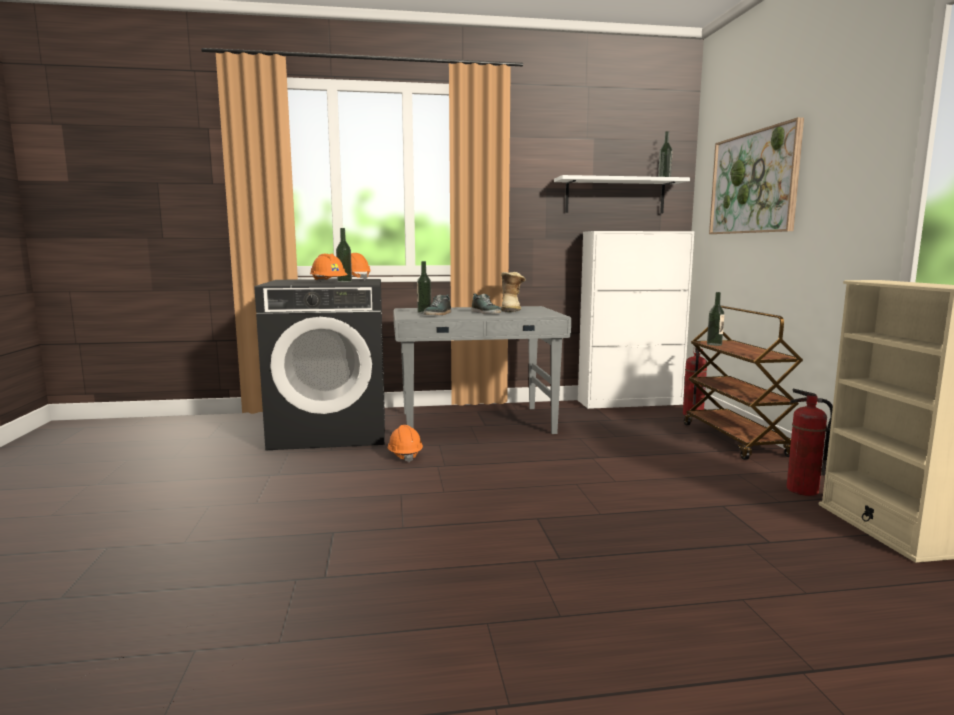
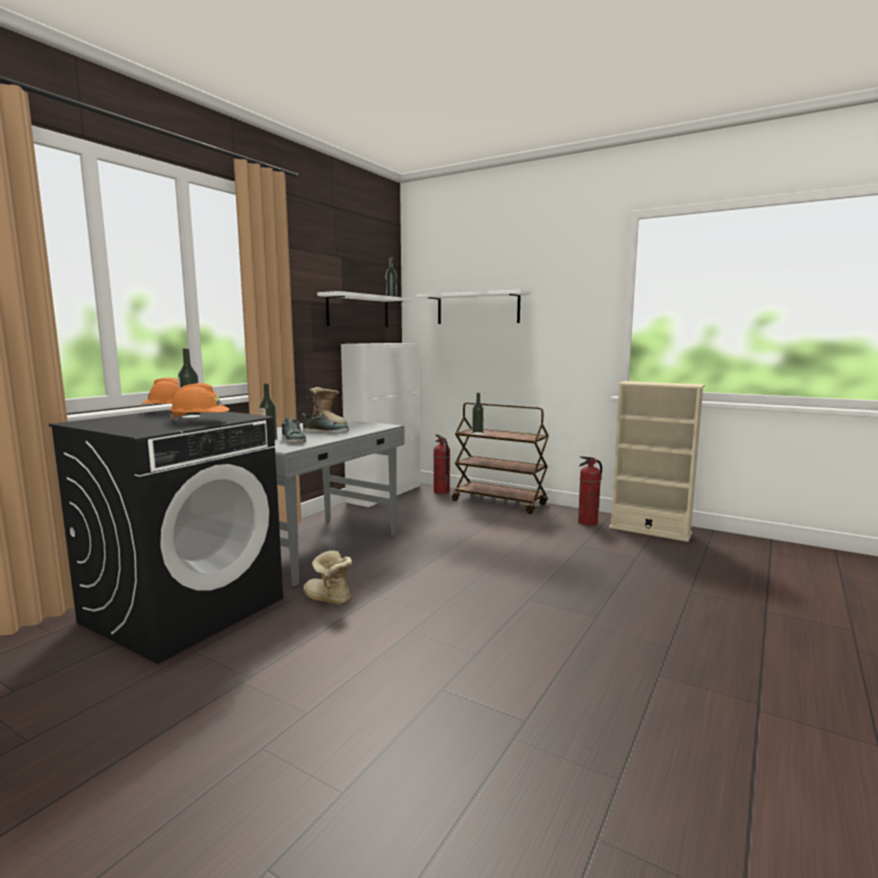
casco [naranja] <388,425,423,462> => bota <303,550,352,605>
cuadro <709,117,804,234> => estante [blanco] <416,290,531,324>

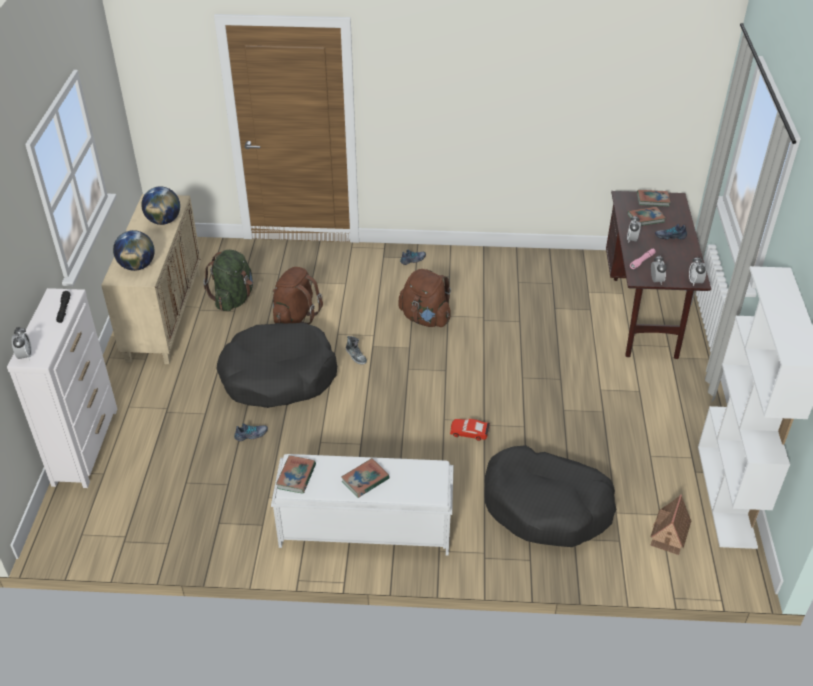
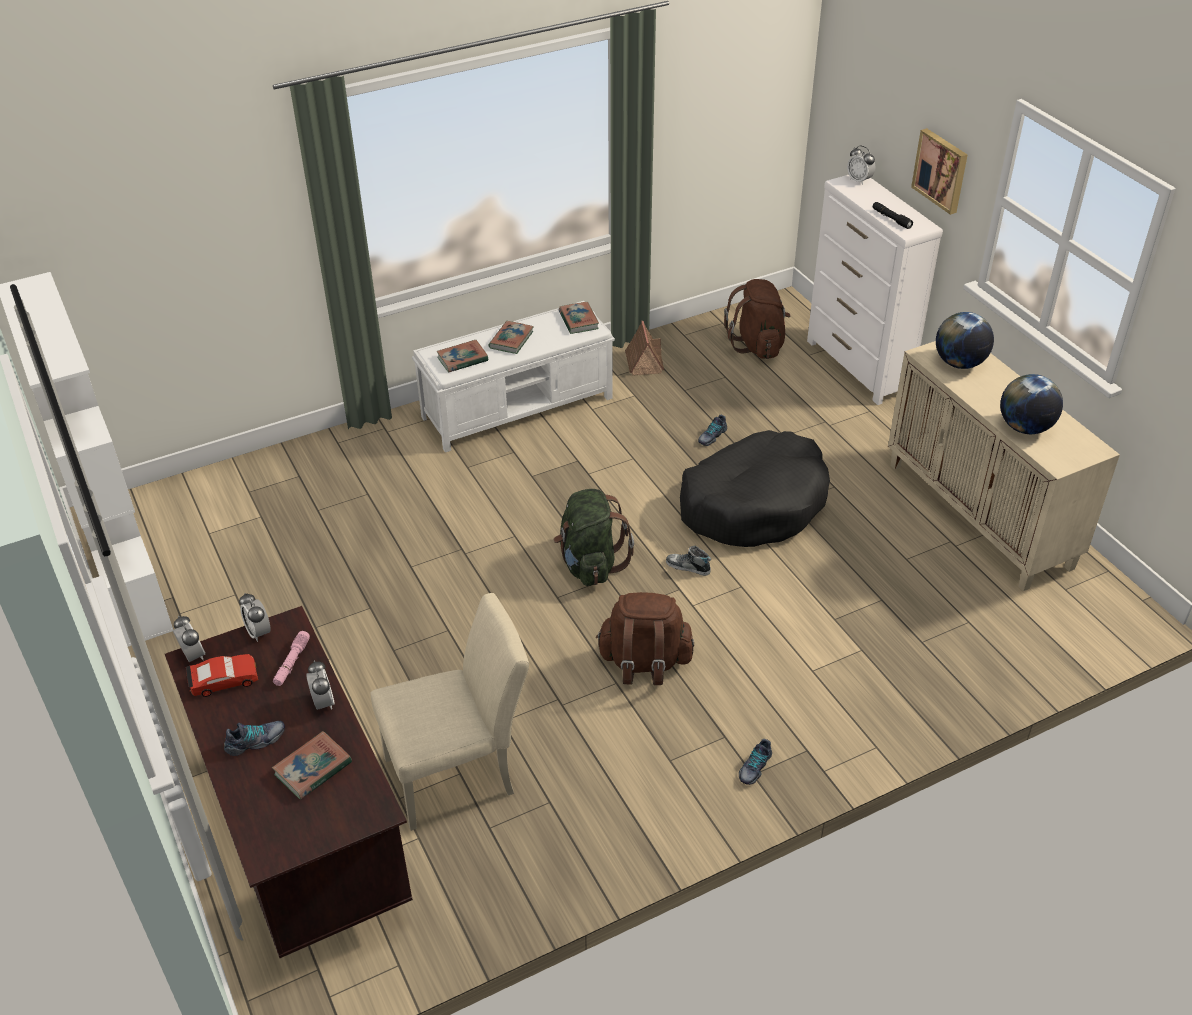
mochila [verde] <203,250,253,311> => mochila [verde] <553,489,634,586>, shifted
mochila [marrón] <273,267,323,325> => mochila [marrón] <724,279,791,359>, shifted
coche de juguete [rojo] <450,419,490,441> => coche de juguete [rojo] <186,654,258,697>, shifted
cama para perro [negro] <484,445,616,547> => nothing
libro <637,190,670,207> => libro <437,340,488,373>, shifted
casita <650,494,691,555> => casita <625,321,664,376>, shifted
nothing => silla [beis] <370,593,529,831>
nothing => cuadro <911,128,968,215>

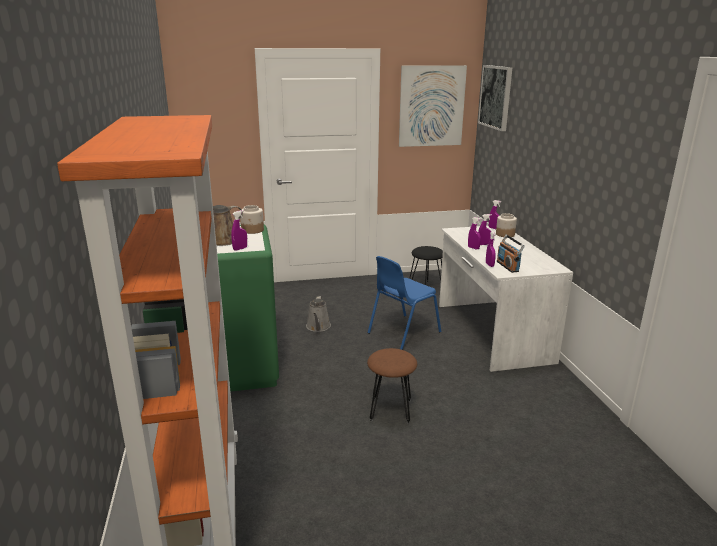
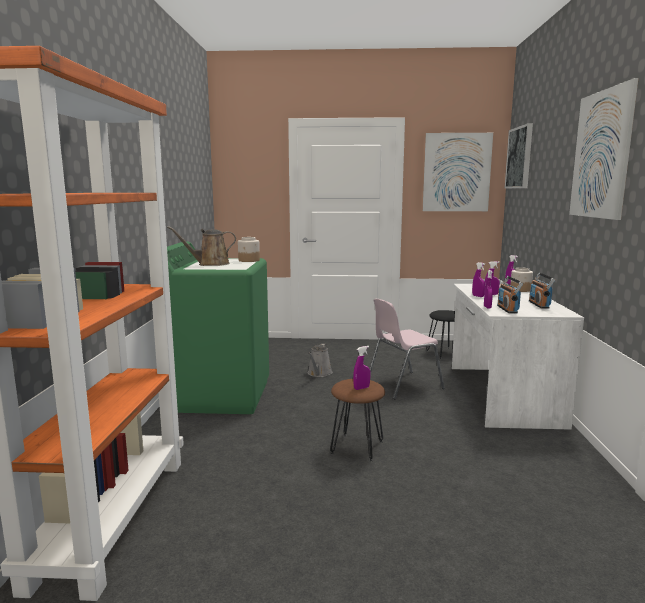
pulverizador [morado] <231,210,247,251> => pulverizador [morado] <353,346,370,390>, shifted
silla [azul] <368,256,441,350> => silla [rosa] <370,299,445,399>
nothing => radio <529,273,555,308>
nothing => cuadro <569,78,639,220>

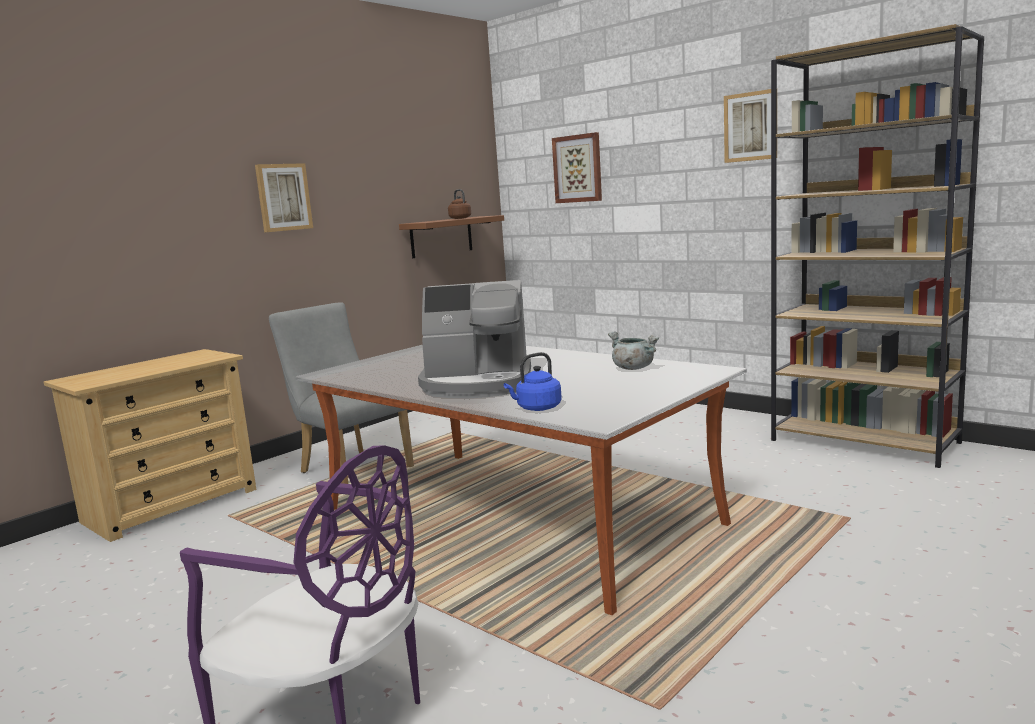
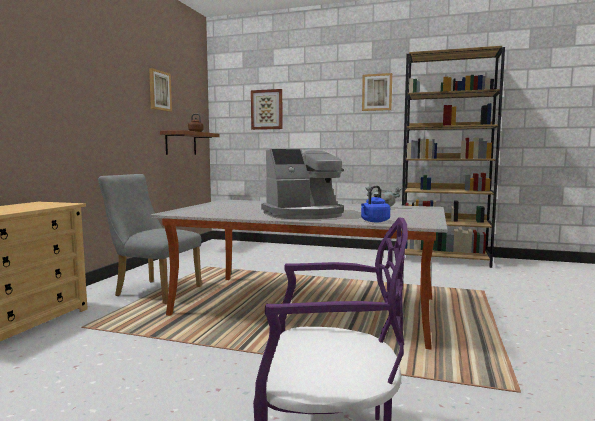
cuadro <255,163,313,232> => cuadro <149,68,172,112>, shifted

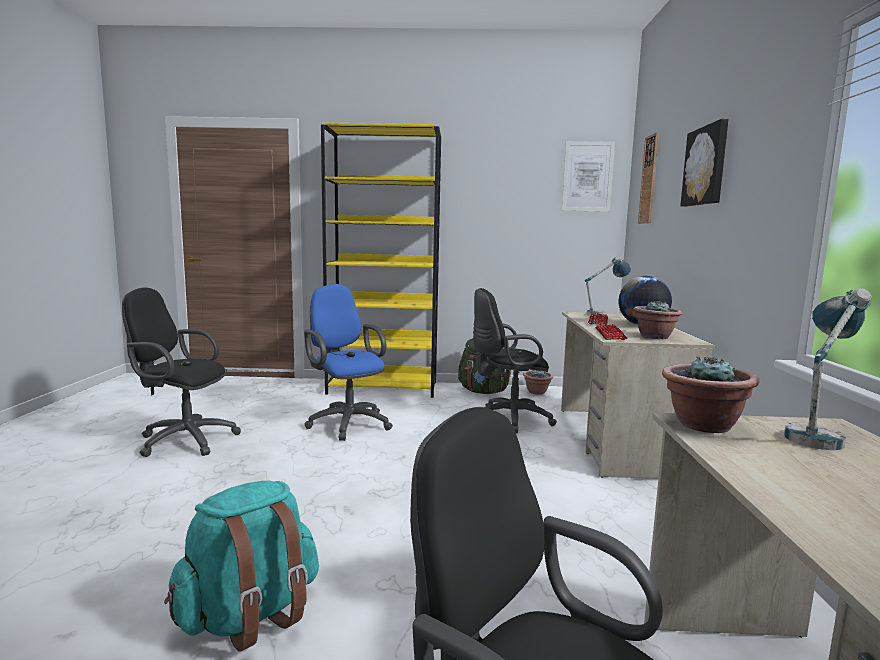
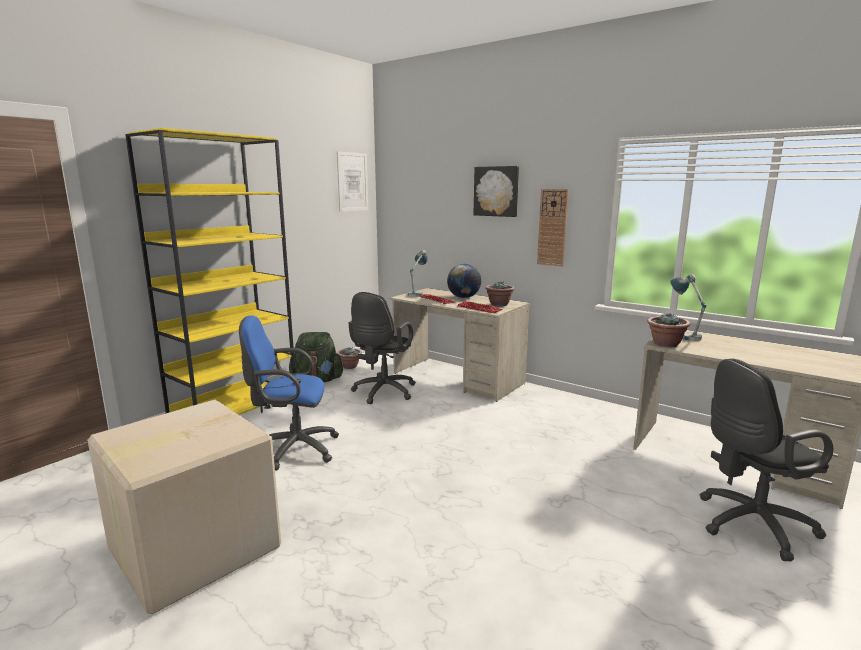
silla de oficina [negro] <122,287,241,457> => caja de cartón <87,400,281,614>
mochila [turquesa] <164,481,319,652> => nothing
reloj de pared <638,132,659,224> => reloj de pared <537,189,569,266>, shifted

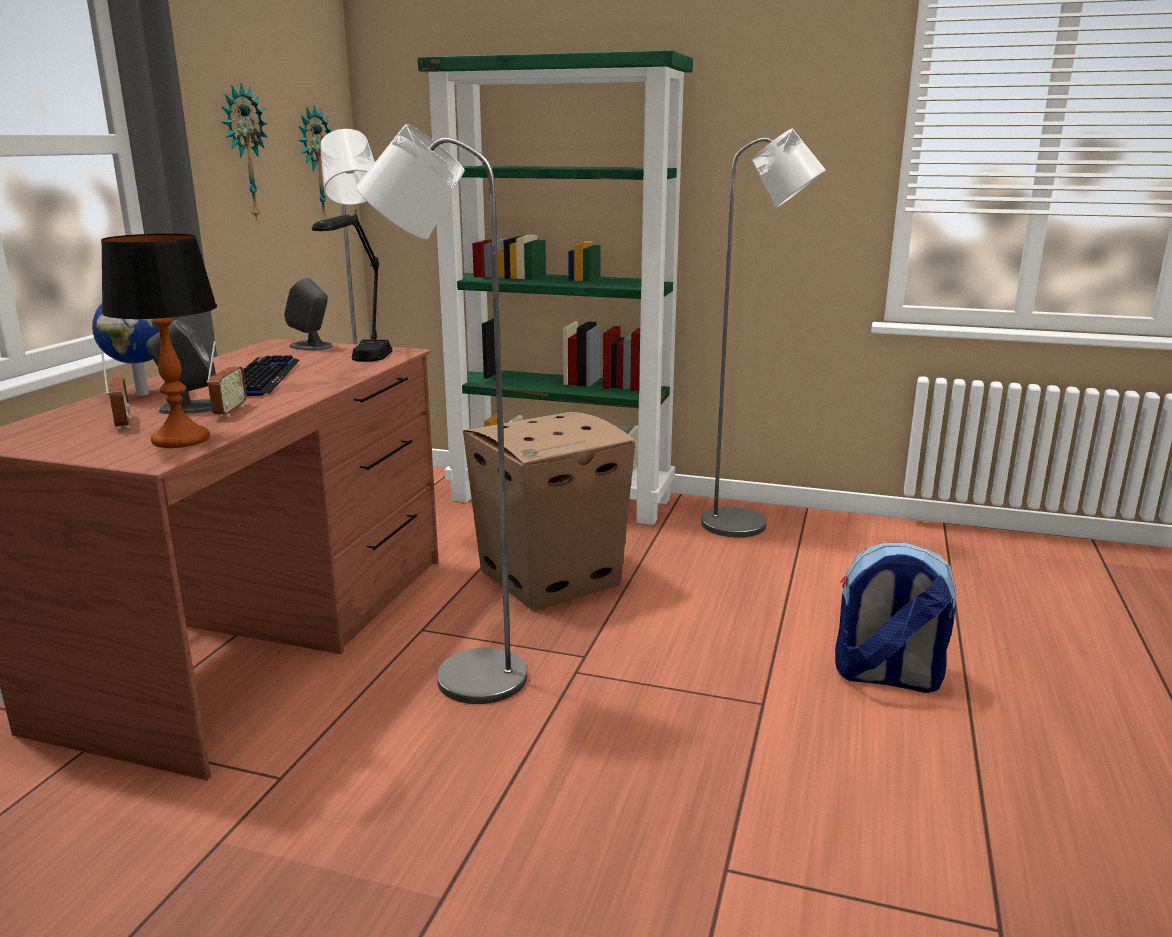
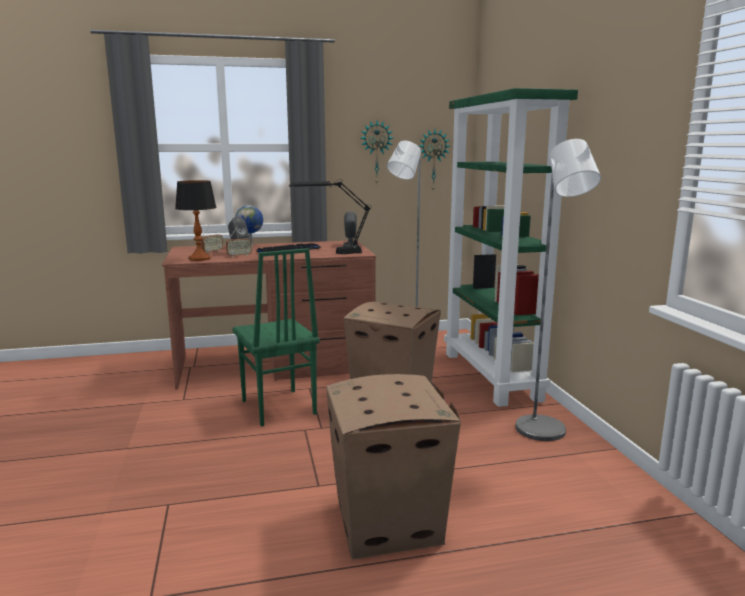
lámpara de pie [gris] <357,124,527,704> => silla [verde] <232,248,320,427>
mochila <835,542,957,693> => caja de cartón <326,374,461,560>

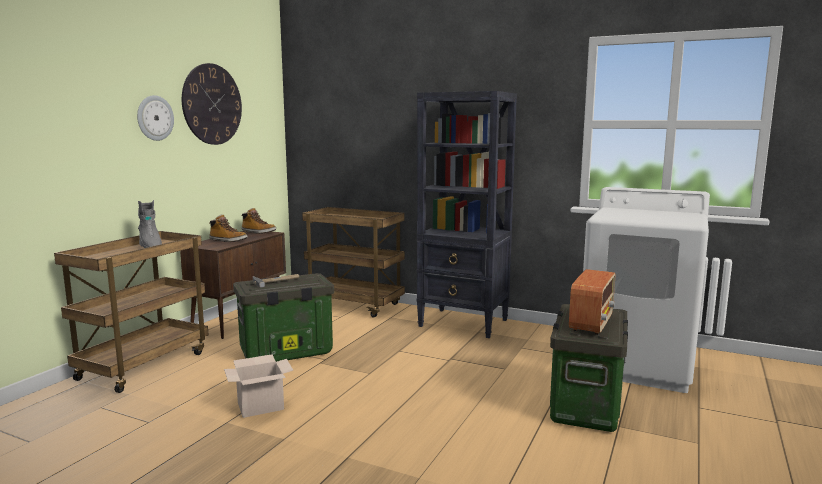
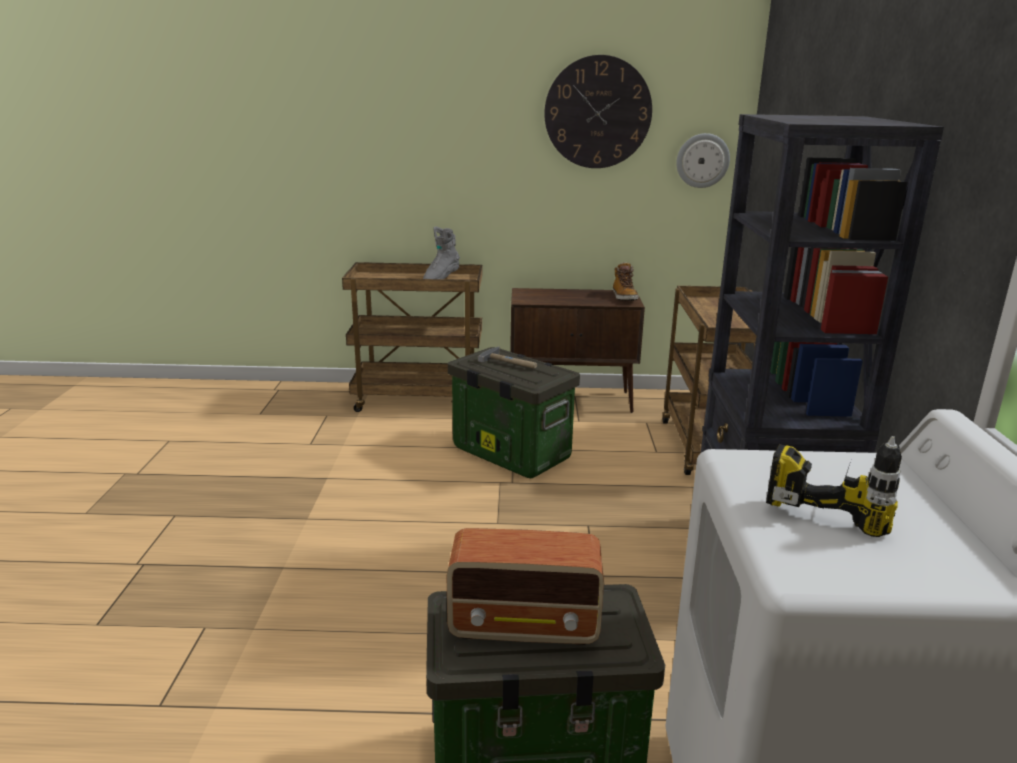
reloj de pared <137,95,174,141> => reloj de pared <676,133,730,188>, shifted
bota <209,214,247,242> => nothing
caja de cartón <224,354,293,418> => nothing
nothing => taladro <766,436,902,537>

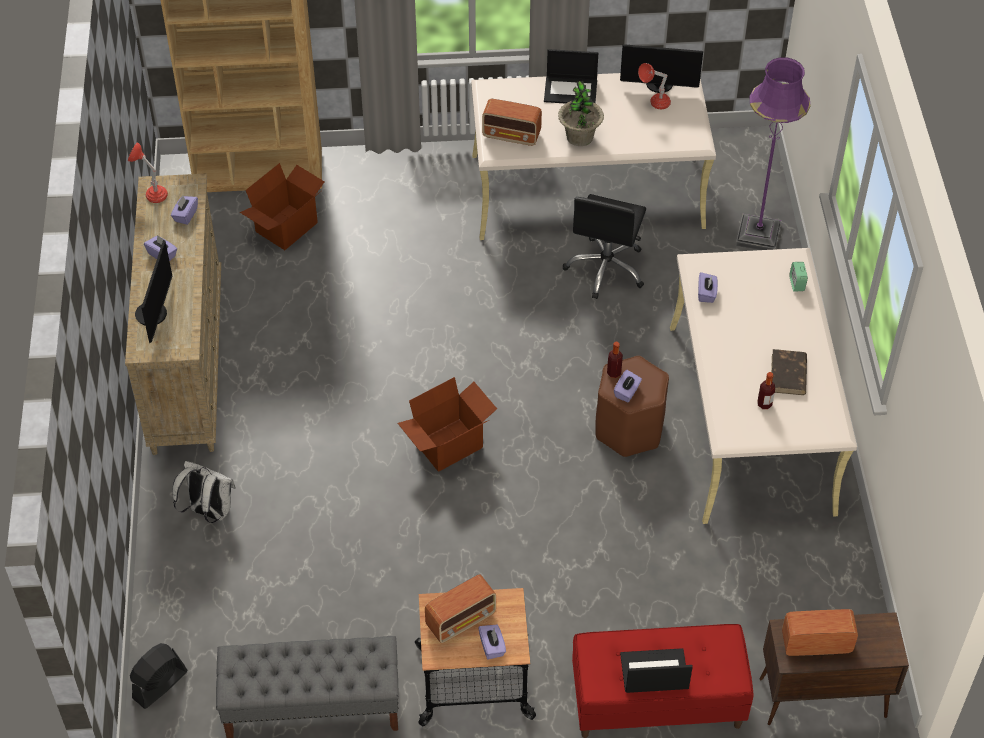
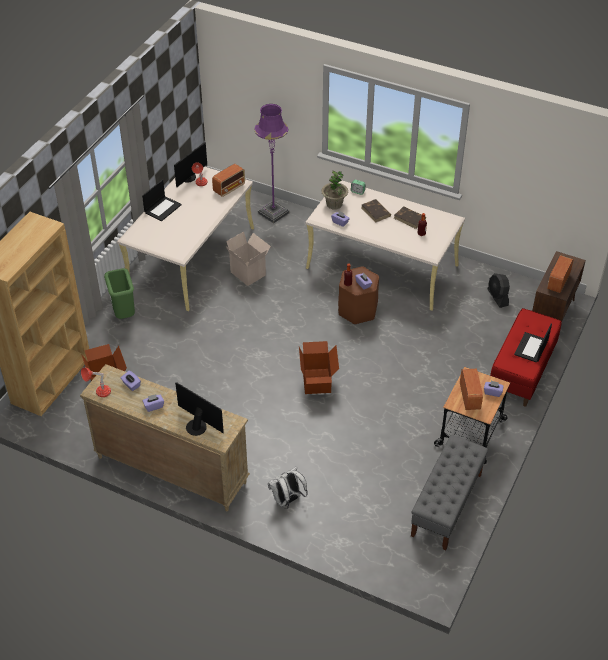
ventilador [negro] <130,643,187,709> => ventilador [negro] <487,273,510,308>, shifted
radio <482,99,542,146> => radio <212,164,245,197>, shifted
planta en maceta <558,81,604,146> => planta en maceta <321,171,348,210>, shifted
silla de oficina [negro] <563,194,646,299> => caja de cartón <226,231,271,286>
nothing => papelera [verde] <104,268,135,319>
nothing => libro [marrón] <362,199,391,223>

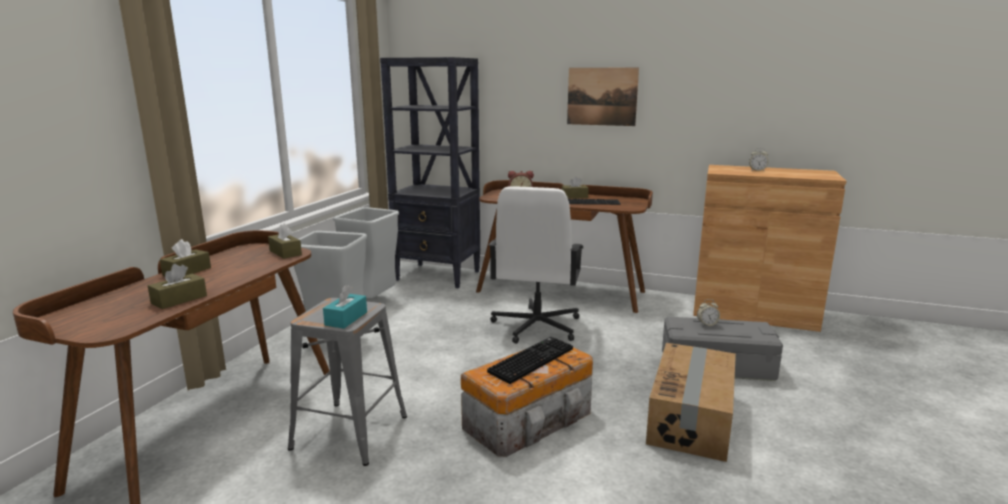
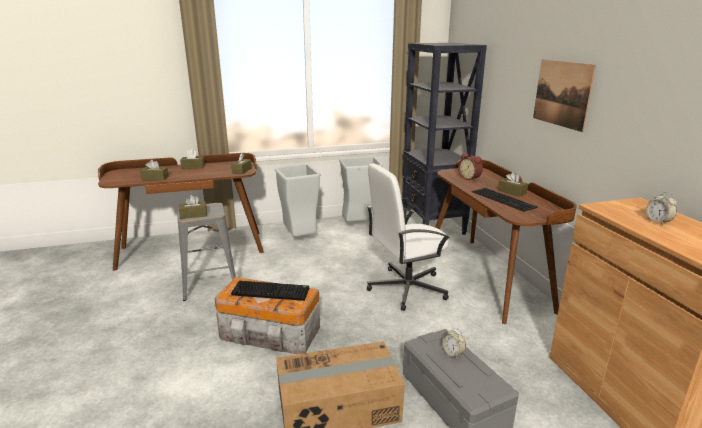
caja de pañuelos [turquesa] <323,285,367,329> => caja de pañuelos [marrón] <179,195,207,219>

